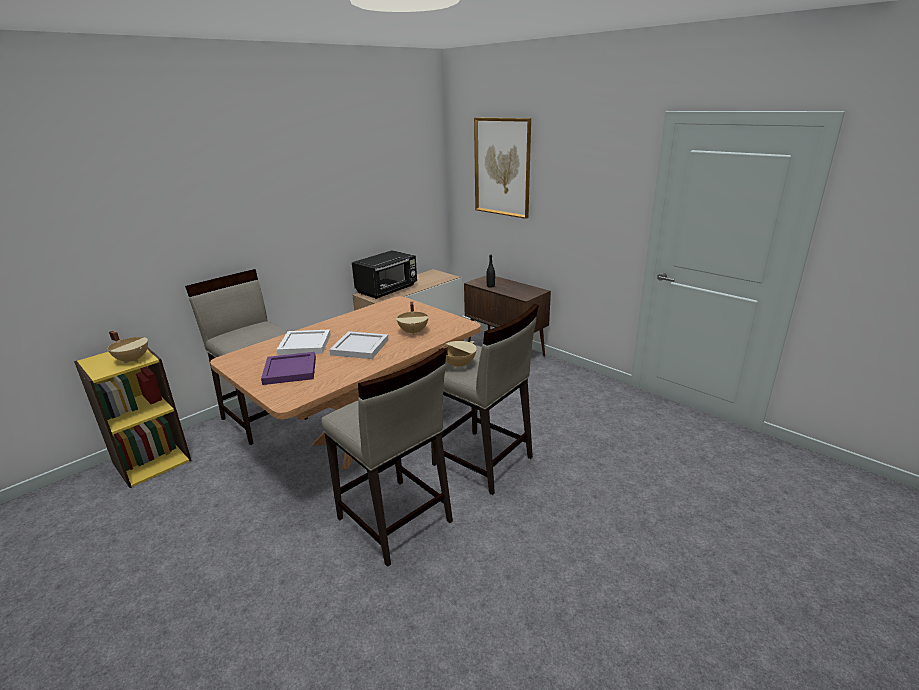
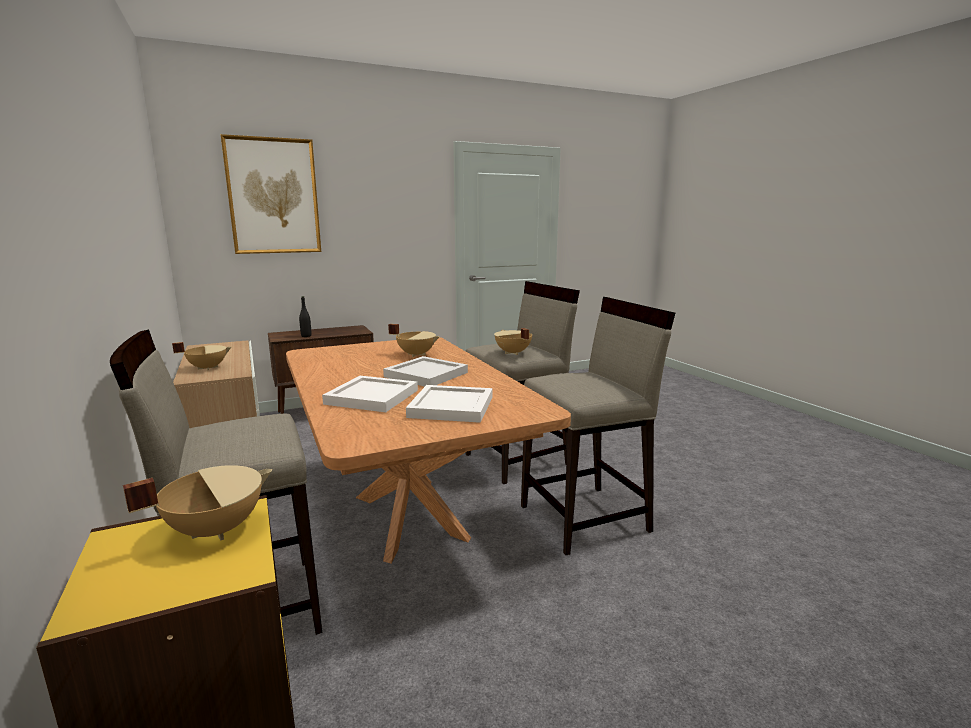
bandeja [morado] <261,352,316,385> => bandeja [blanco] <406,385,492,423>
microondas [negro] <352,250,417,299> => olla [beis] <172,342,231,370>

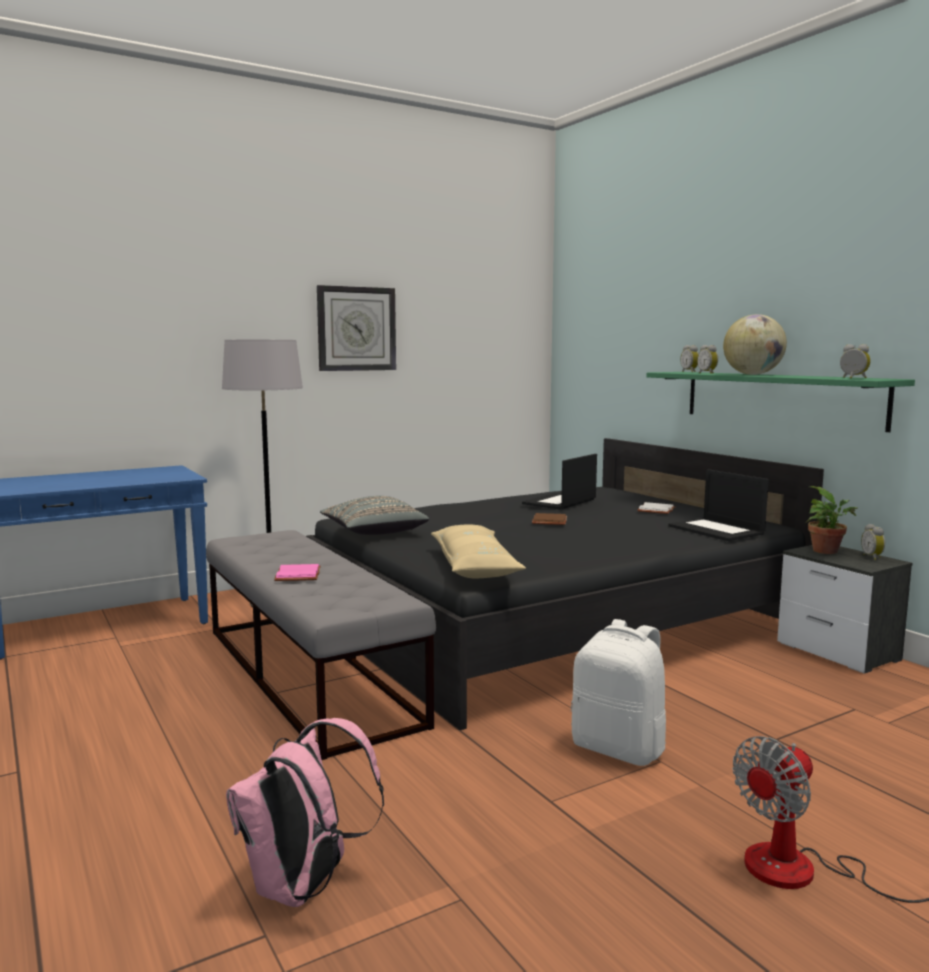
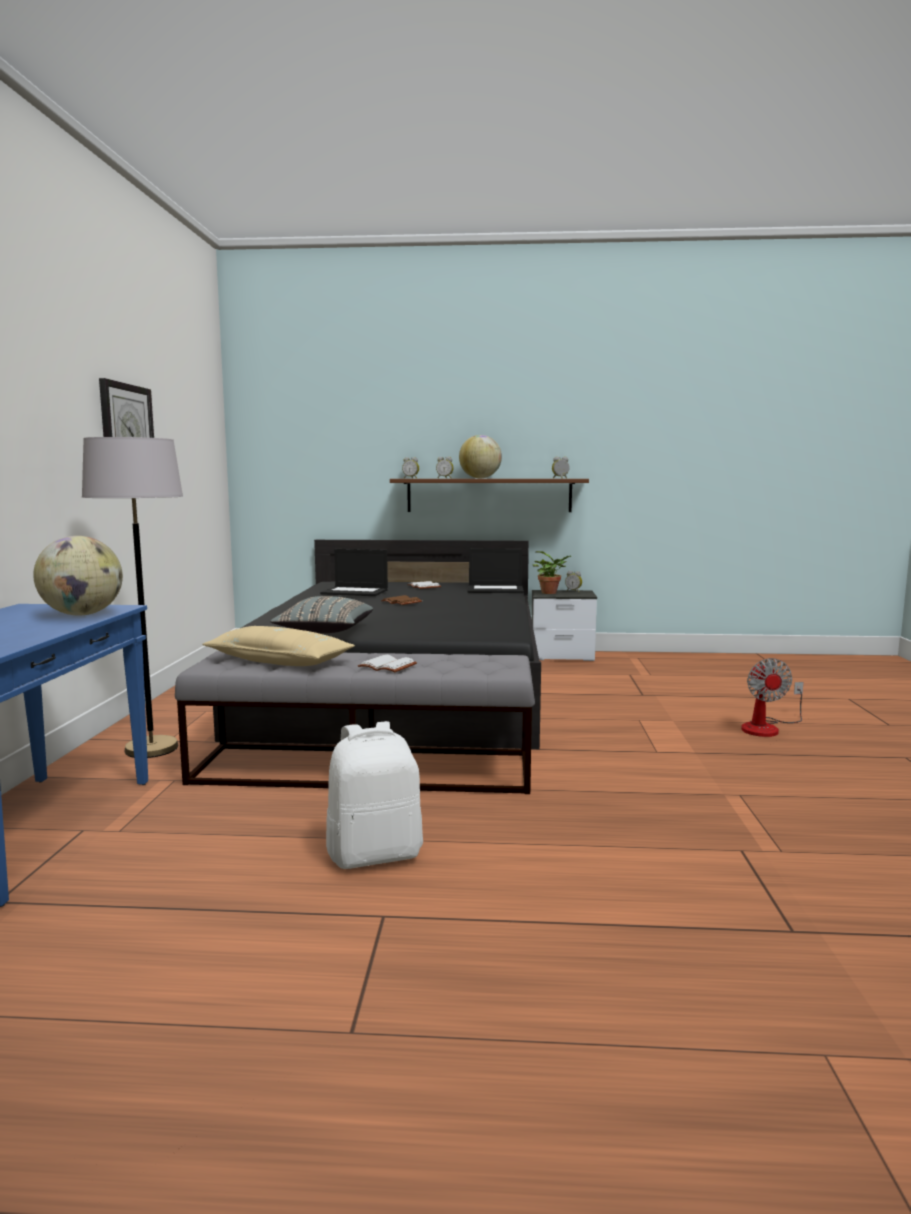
mochila [rosa] <226,718,384,907> => nothing
libro [rosa] <274,564,321,581> => libro [blanco] <358,655,417,672>
cojín [beis] <431,524,526,578> => cojín [beis] <202,626,355,666>, shifted
portátil <522,454,597,510> => portátil <320,549,388,596>, 60 degrees counterclockwise
mochila [blanco] <571,619,666,766> => mochila [blanco] <326,721,423,869>, shifted
estante [verde] <646,372,915,432> => estante [marrón] <390,479,589,512>
nothing => globo terráqueo <33,536,123,616>

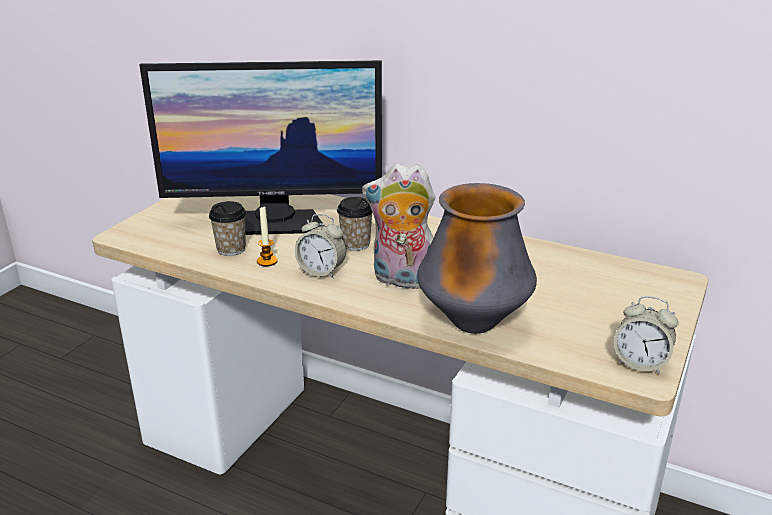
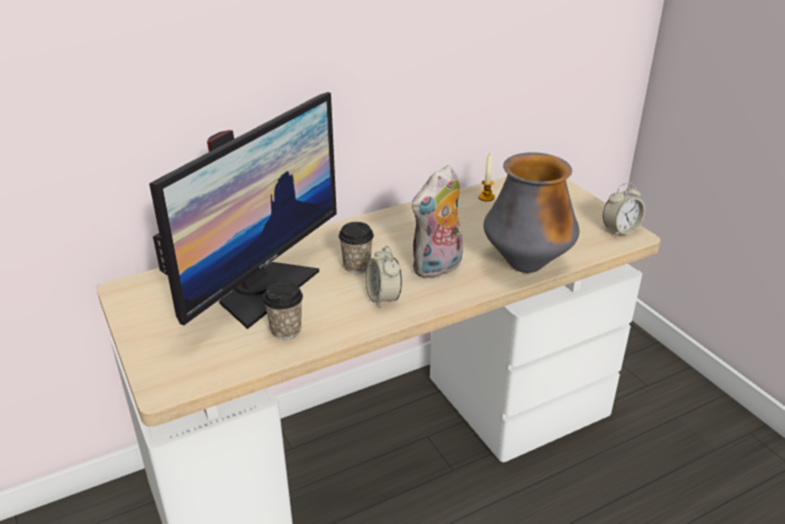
vela <257,205,278,267> => vela <478,154,495,202>, shifted
despertador <295,214,346,278> => despertador <366,246,402,308>, 105 degrees clockwise

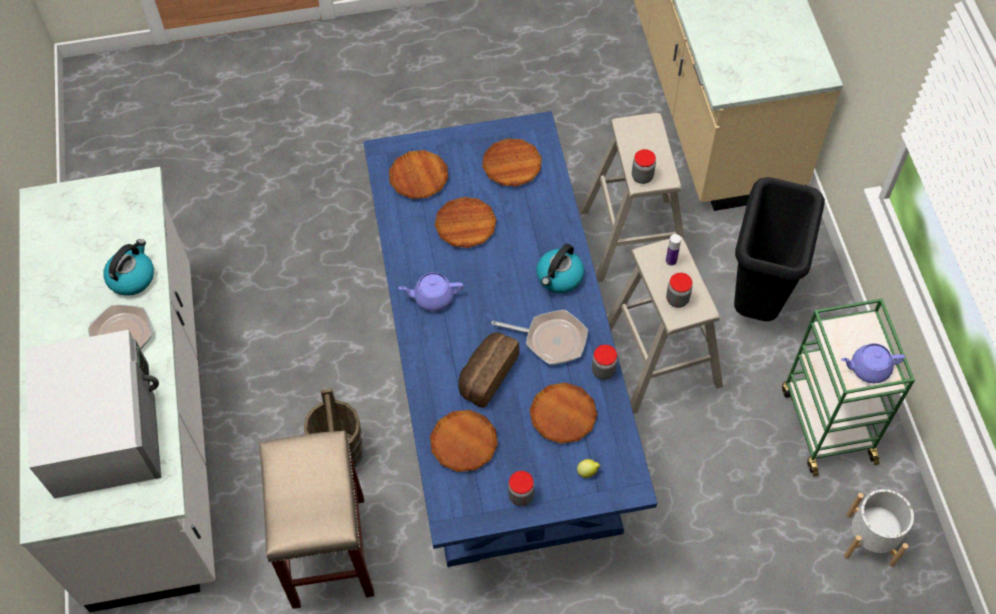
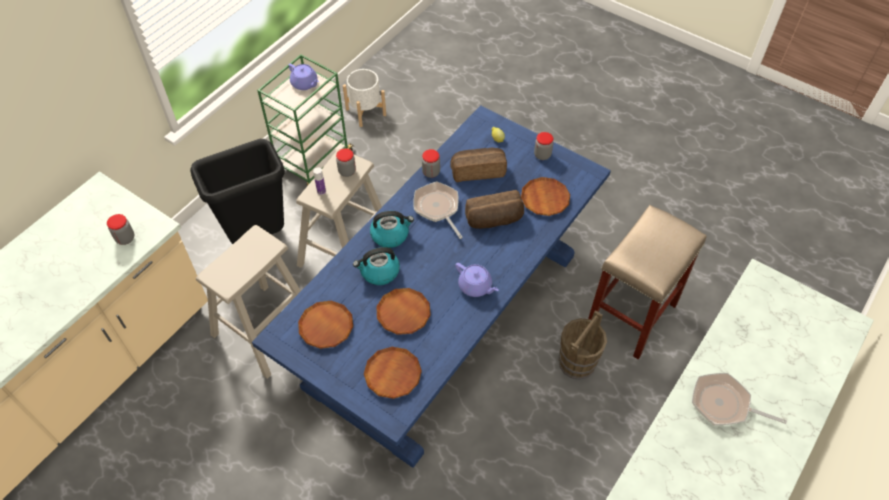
microondas [blanco] <26,330,161,498> => nothing
hervidor <103,239,154,296> => hervidor <353,247,400,285>, shifted
plato [marrón] <530,383,597,444> => pan <450,148,507,182>
tarro <632,149,656,184> => tarro <107,214,134,245>, shifted

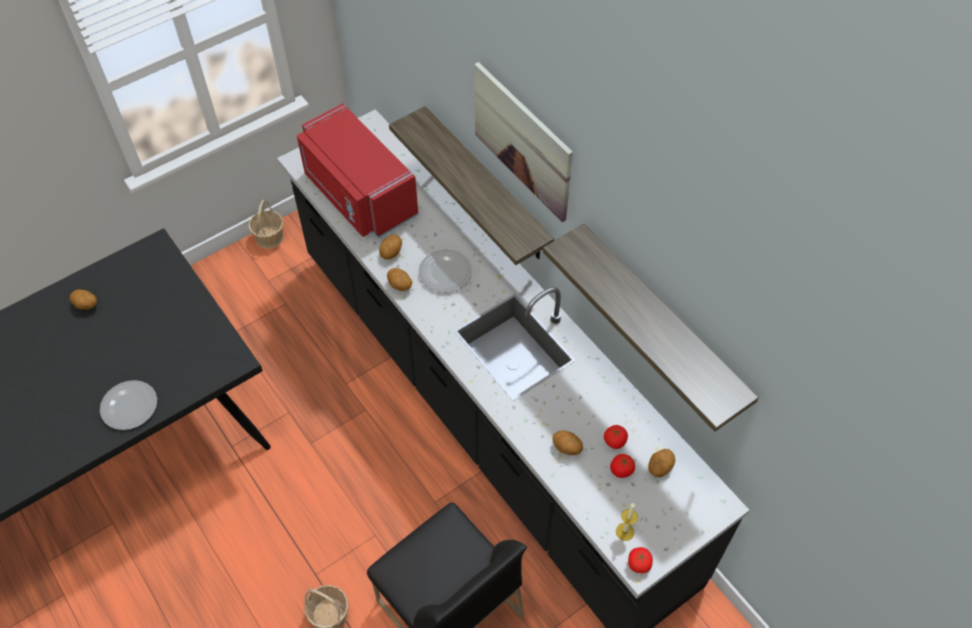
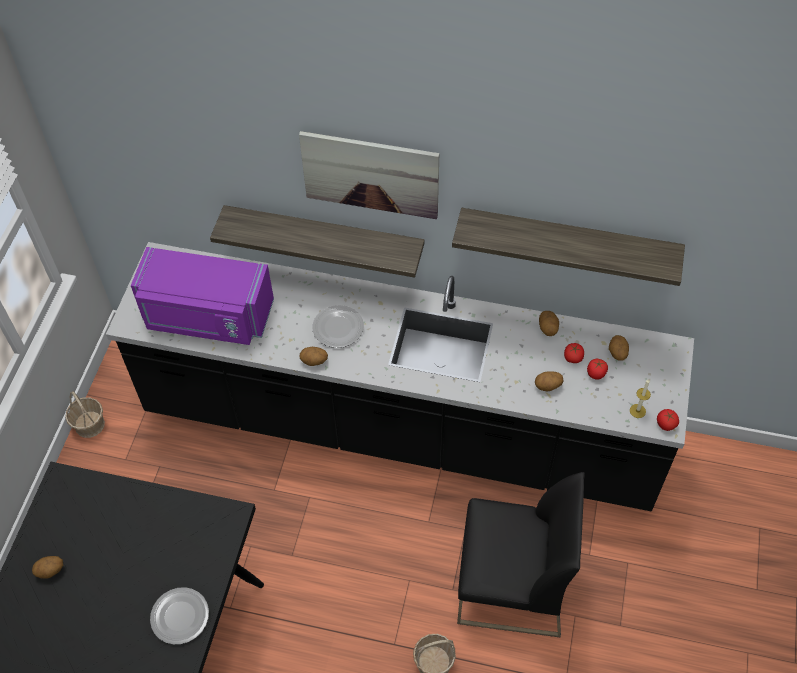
microondas [rojo] <297,104,418,238> => microondas [morado] <131,247,274,345>
patata <379,235,402,259> => patata <539,311,559,336>, shifted

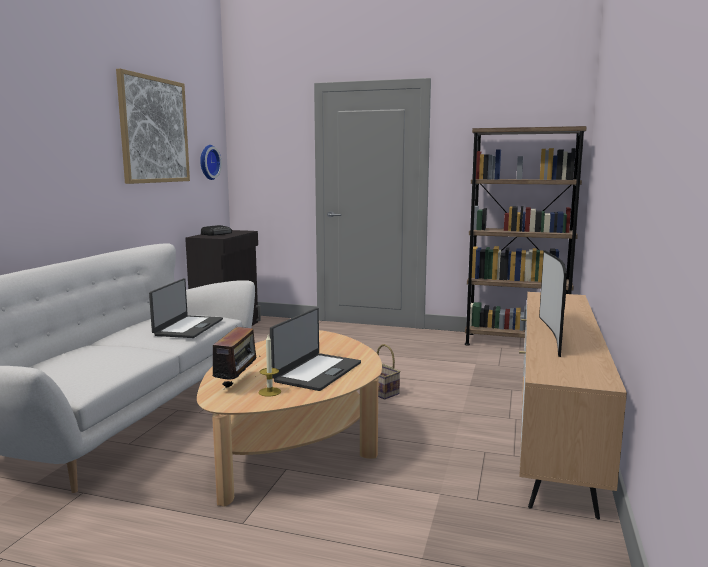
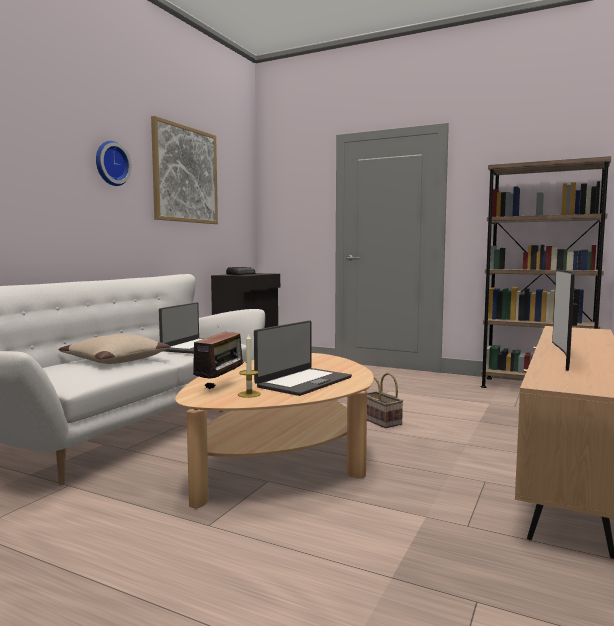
reloj de pared <200,145,222,180> => reloj de pared <96,141,132,186>, shifted
nothing => cojín [beis] <59,334,170,364>

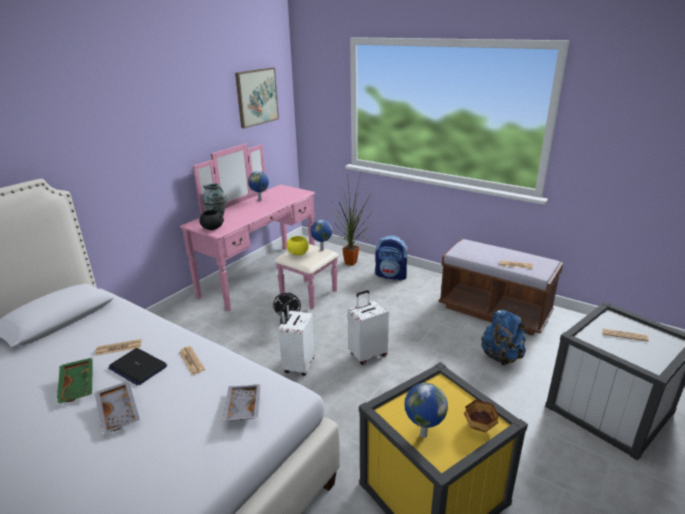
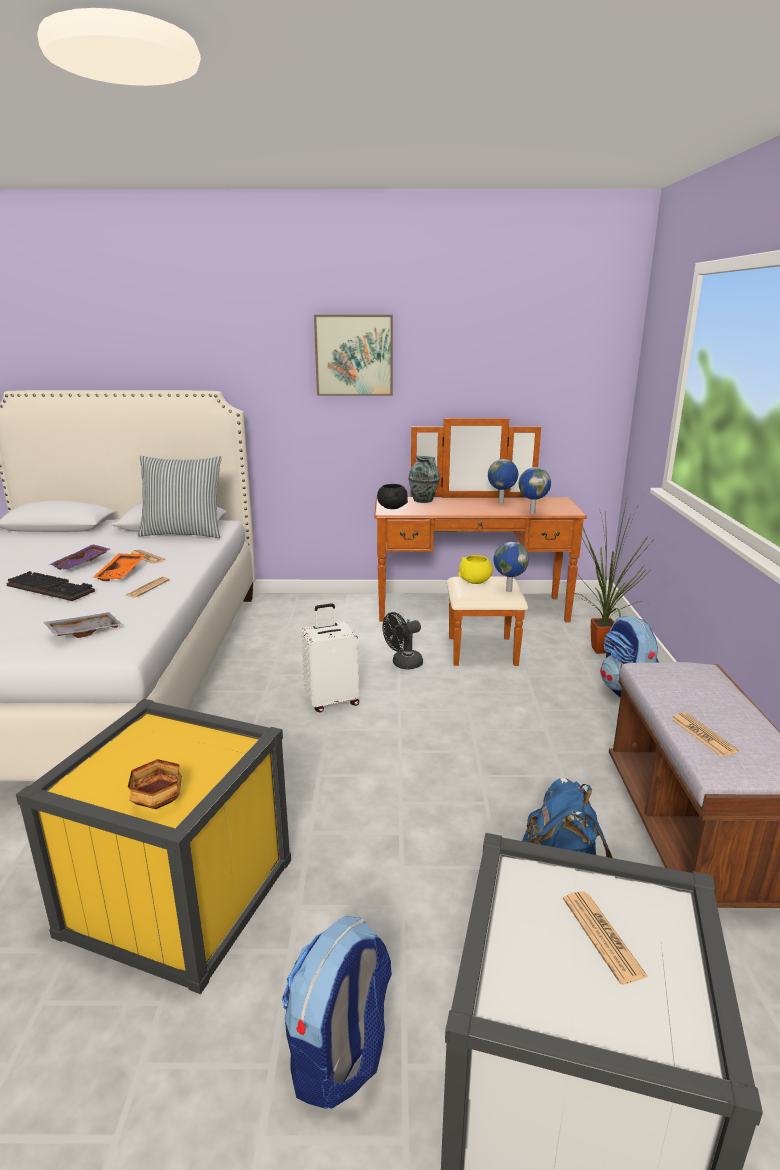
bandeja [verde] <57,357,93,404> => bandeja [morado] <49,544,110,570>
bandeja [gris] <95,381,140,434> => teclado <6,571,95,601>
portátil <108,348,167,385> => bandeja [naranja] <93,554,145,581>
cómoda [rosa] <180,143,339,311> => cómoda [marrón] <374,418,587,666>
cuadro <235,67,279,128> => cuadro <314,315,393,396>, shifted
maleta [blanco] <347,290,389,365> => nothing
globo terráqueo <405,383,448,438> => globo terráqueo <519,467,551,514>, shifted
nothing => cojín <138,456,222,538>
nothing => mochila <282,916,392,1109>

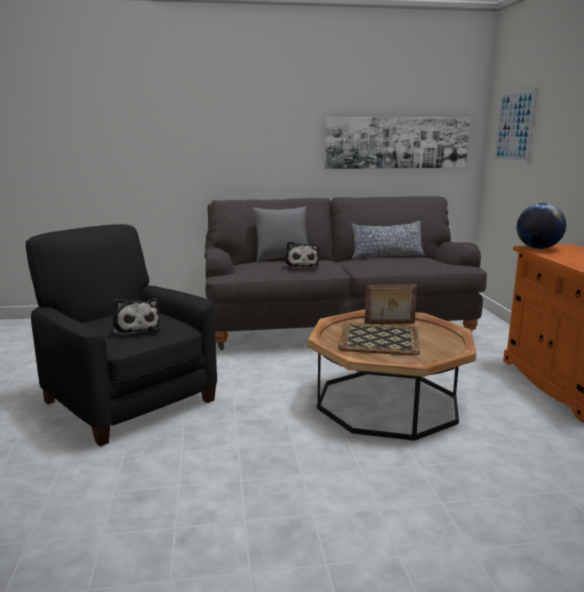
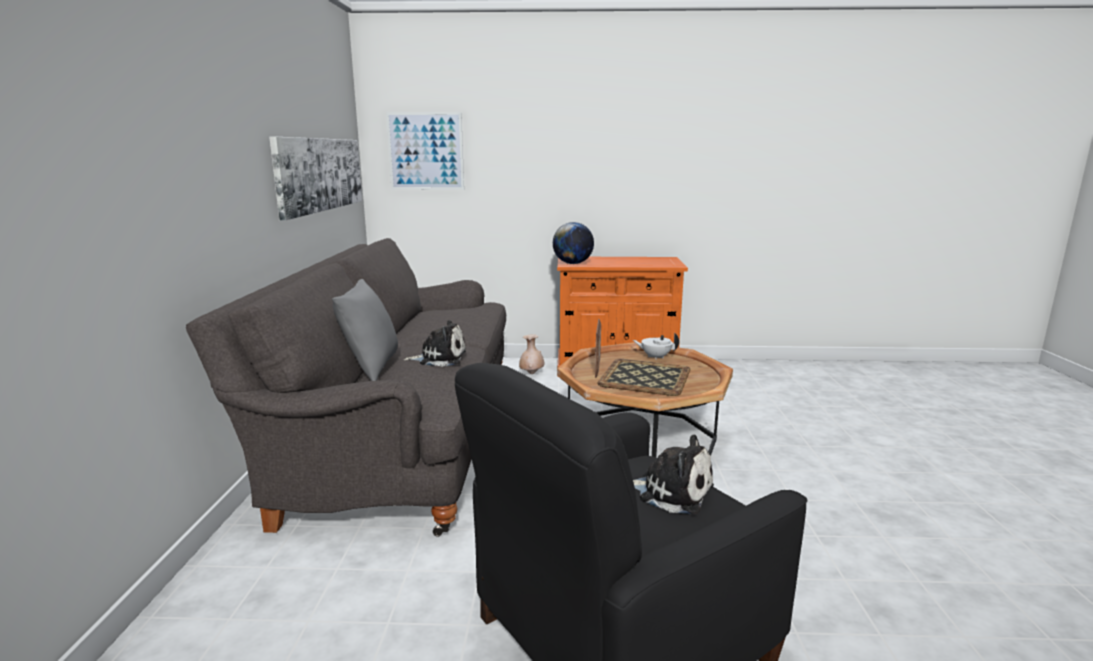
peluche <113,298,160,336> => peluche <633,435,714,514>, 45 degrees clockwise
cojín <351,221,425,259> => nothing
nothing => florero [beis] <519,334,545,374>
nothing => tetera [blanco] <633,332,679,360>

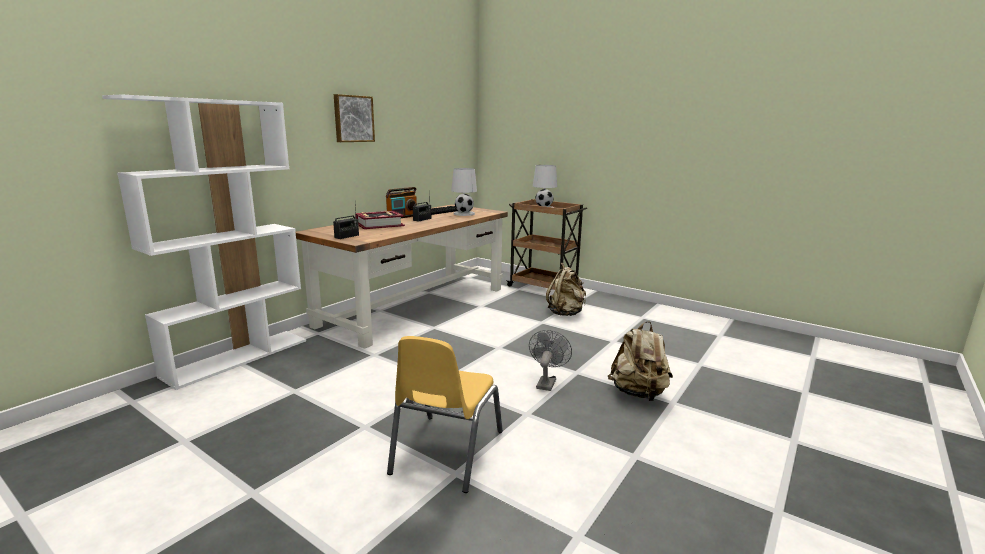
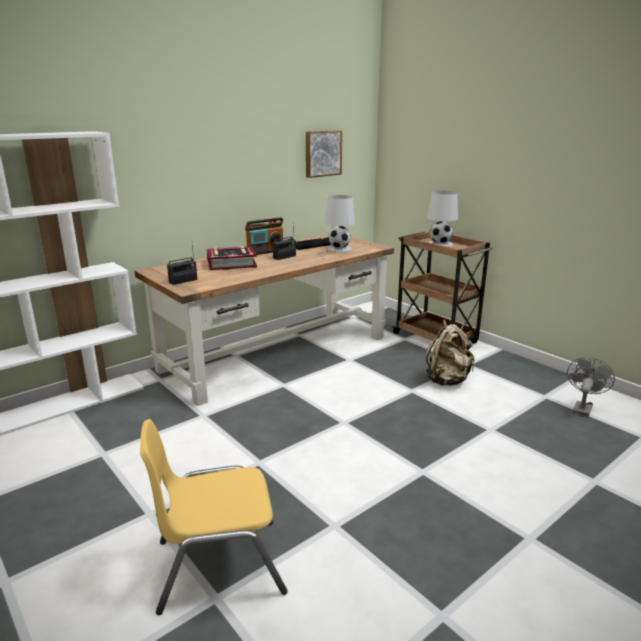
cuadro <334,94,375,142> => cuadro <306,130,342,178>, shifted
silla [amarillo] <387,336,503,493> => silla [amarillo] <140,419,288,615>, 45 degrees clockwise
ventilador [gris] <529,330,572,391> => ventilador [gris] <567,357,615,417>, shifted
mochila [beis] <608,321,673,401> => nothing

